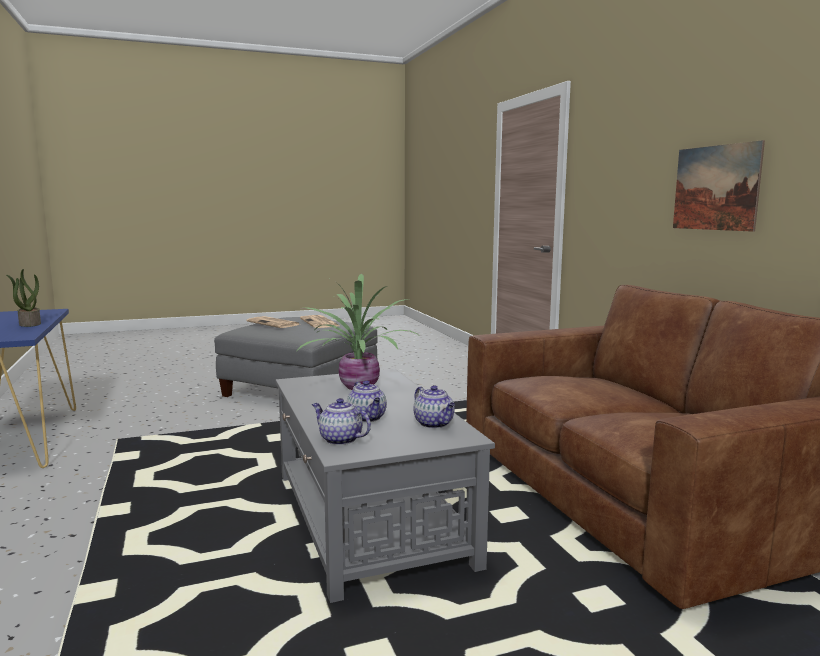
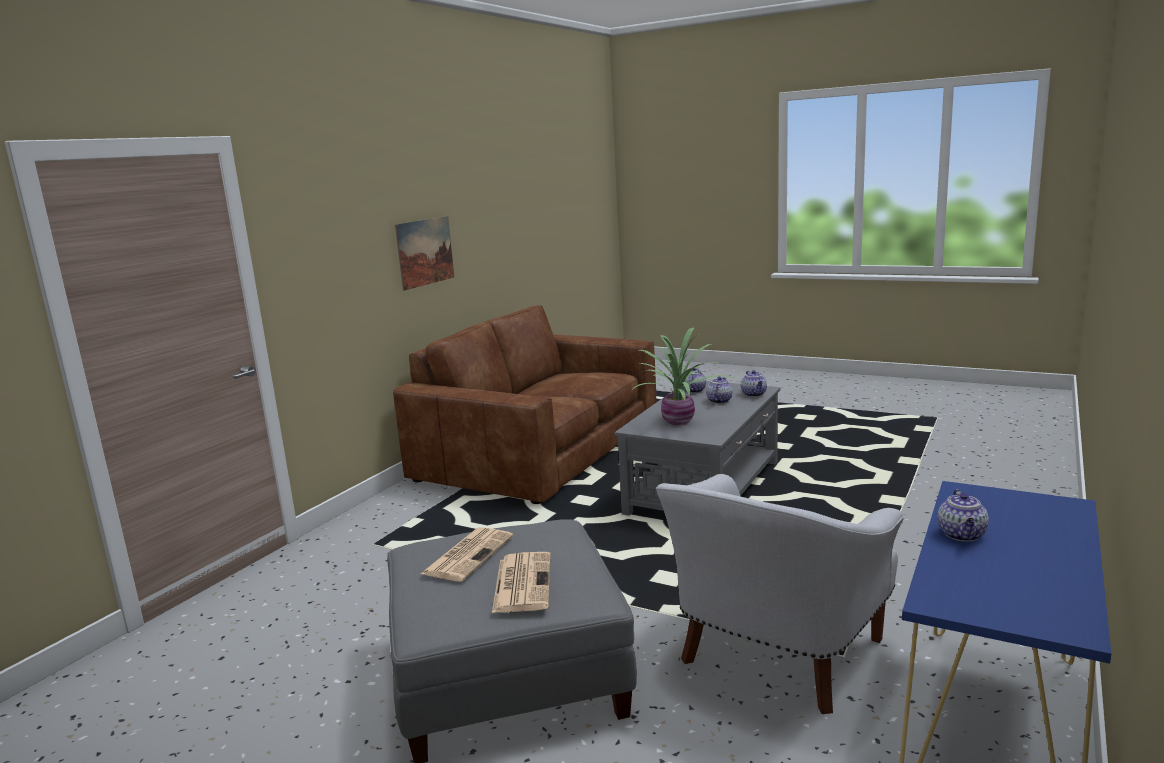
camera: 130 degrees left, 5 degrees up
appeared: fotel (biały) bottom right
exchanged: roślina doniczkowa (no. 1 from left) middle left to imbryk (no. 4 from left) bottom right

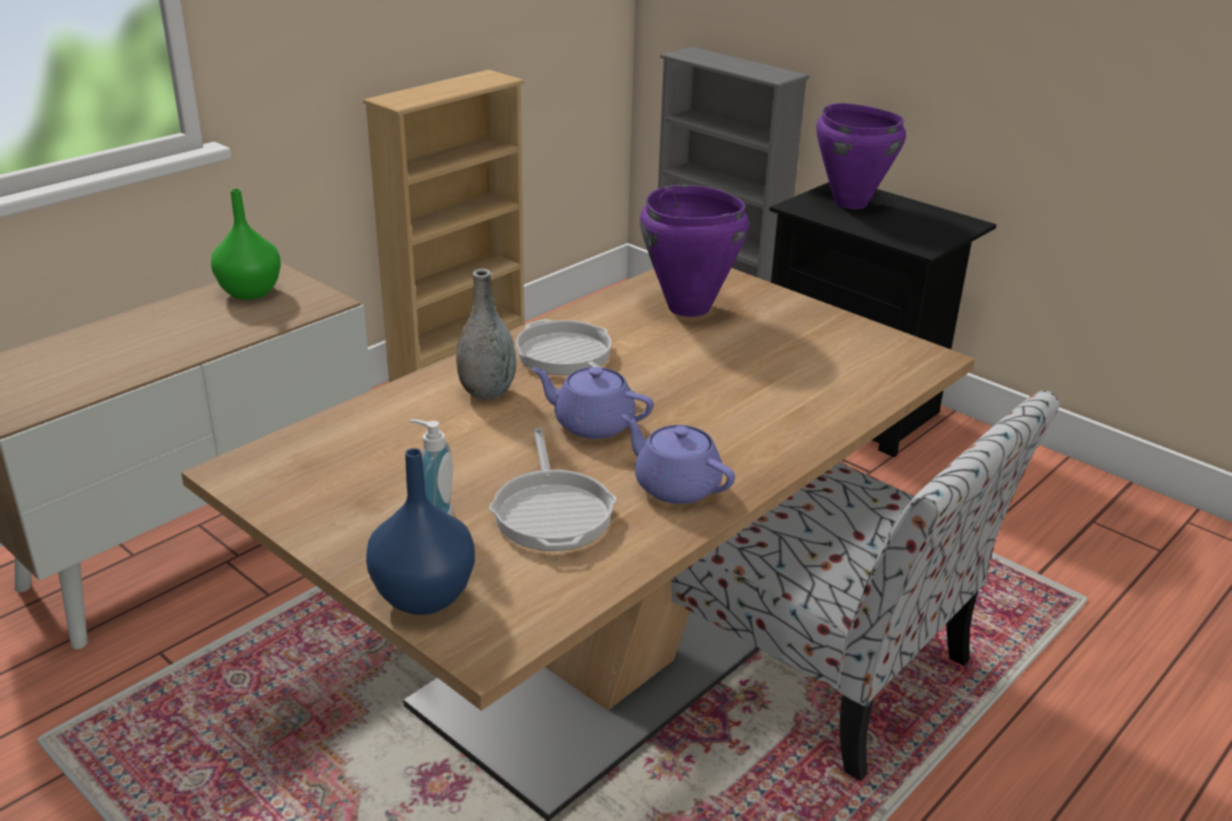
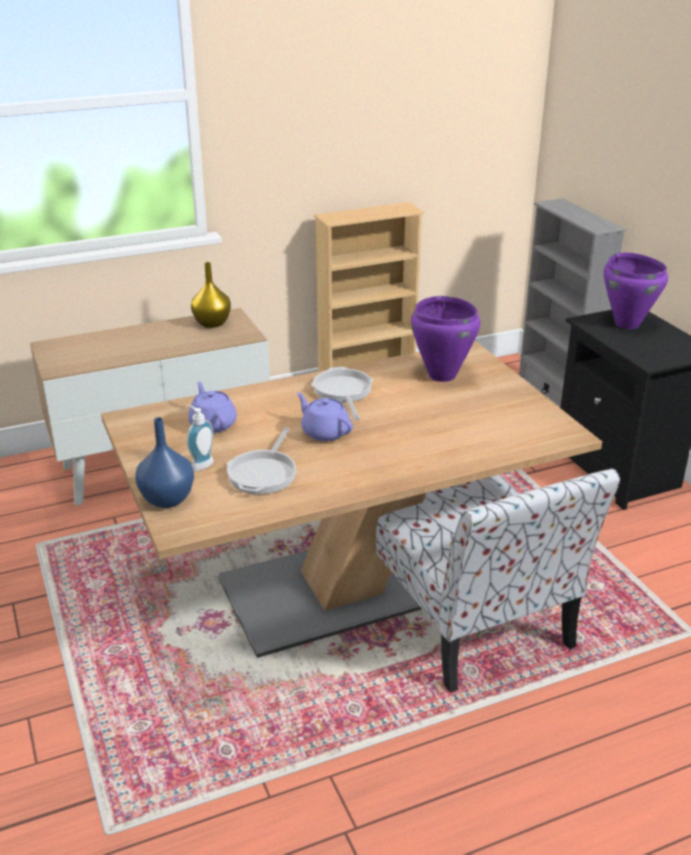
camera: 25 degrees right, 0 degrees up
missing: wazon (szary) centre
relocated: imbryk (fioletowy) (no. 2 from left in the first image) centre to imbryk (fioletowy) (no. 1 from left) middle left
colour: wazon (zielony) top left to wazon (żółty) middle left

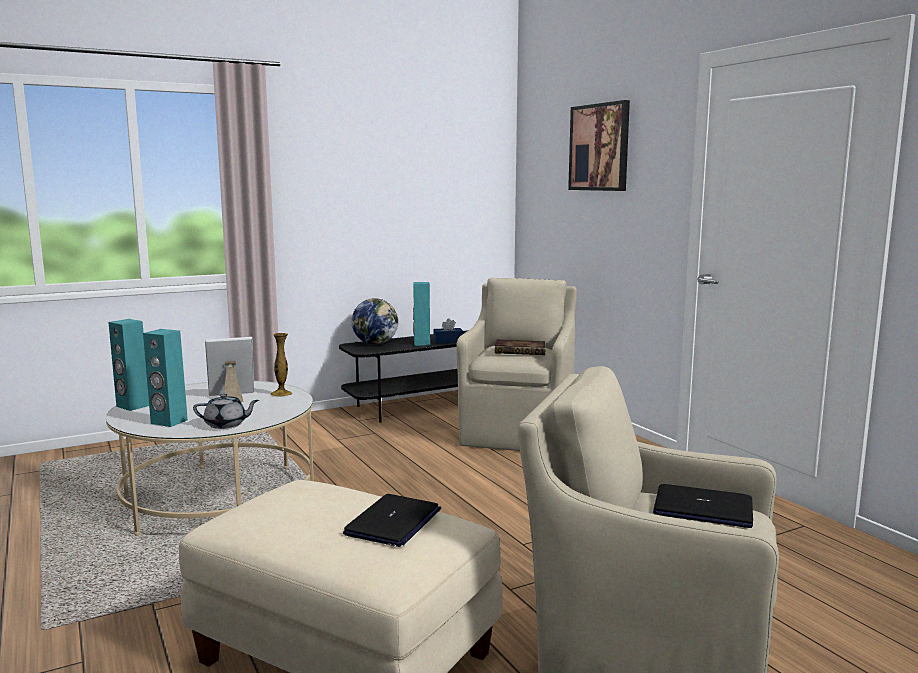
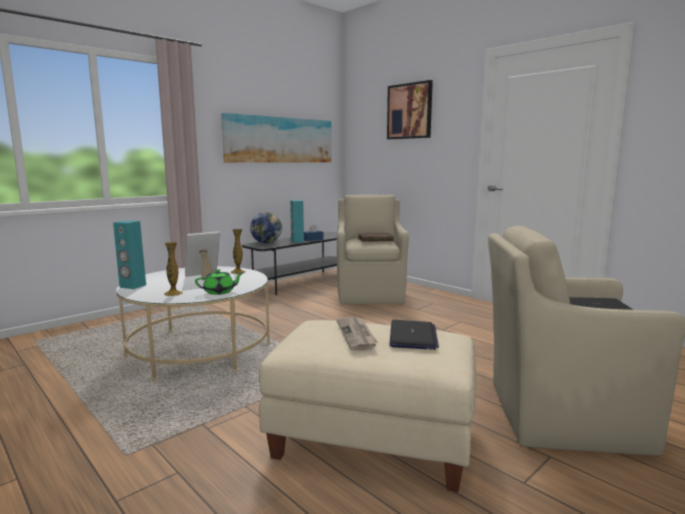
camera: 15 degrees left, 0 degrees up
appeared: obraz (no. 1 from left) top centre; gazeta centre
exchanged: głośnik (turkusowy) (no. 2 from left) middle left to wazon (no. 1 from left) middle left
colour: imbryk (szary) middle left to imbryk (zielony) middle left

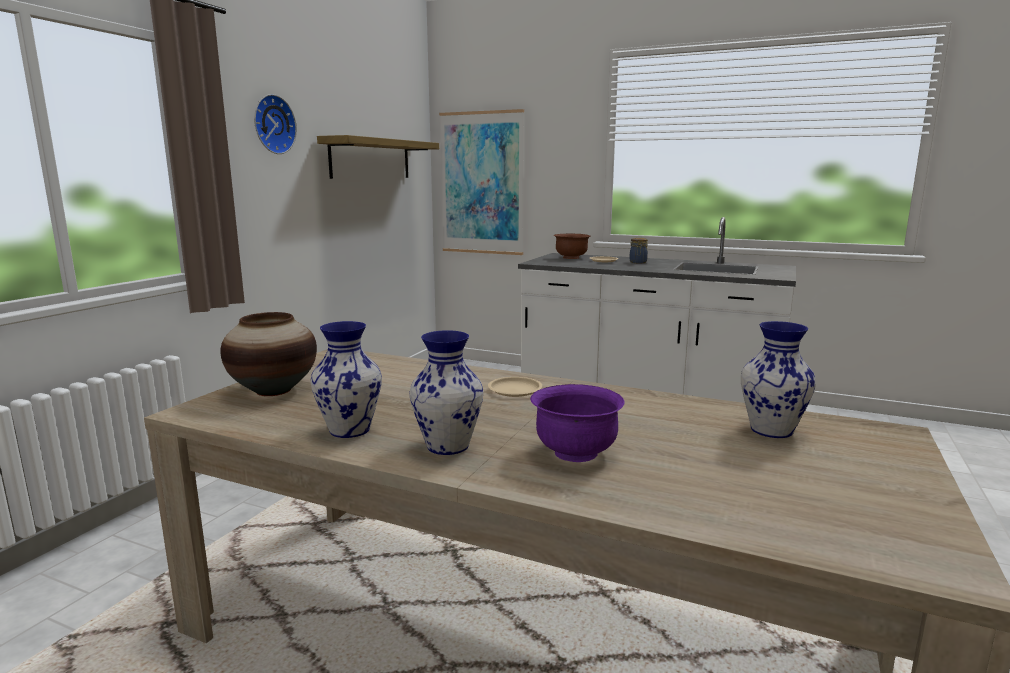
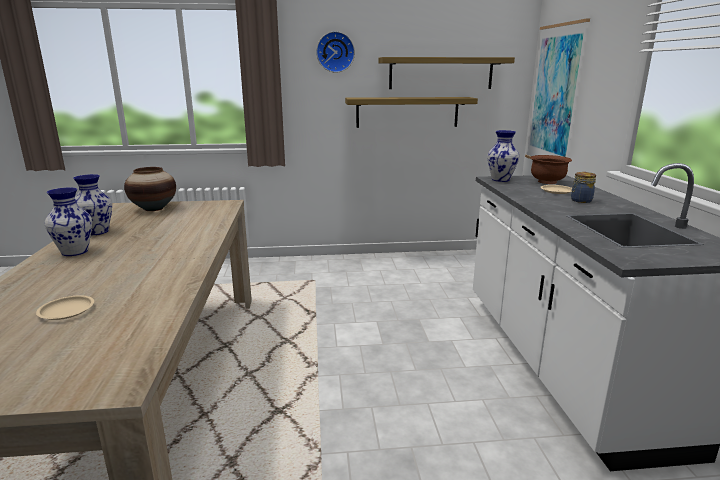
camera: 60 degrees right, 5 degrees up
missing: miska (fioletowy) centre
appeared: półka (no. 1 from left) top centre
relocated: talerz (beżowy) (no. 1 from left) centre to middle left; wazon (no. 4 from left) middle right to top right

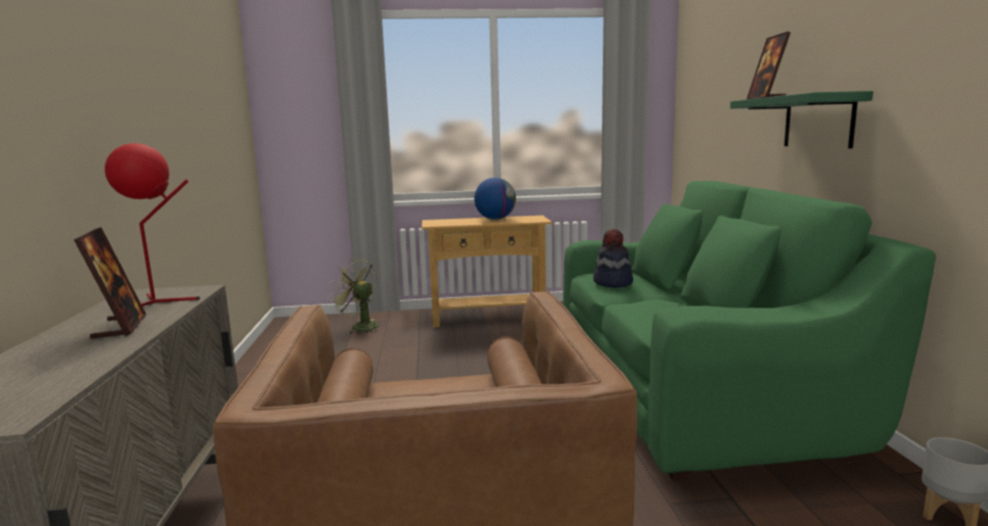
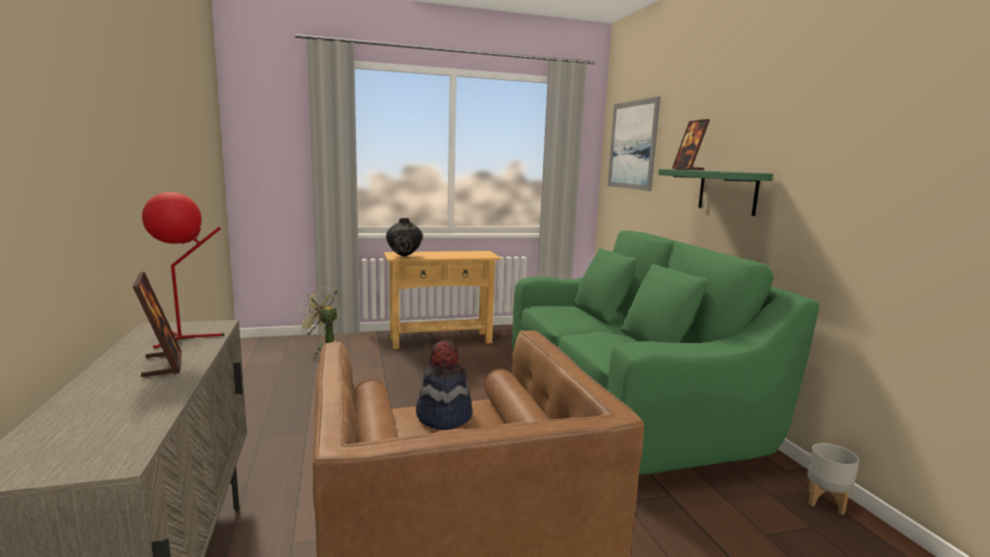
camera: 10 degrees left, 0 degrees up
missing: globus centre
appeared: wazon (czarny) centre; obraz top centre
relocated: kapelusz centre to bottom centre

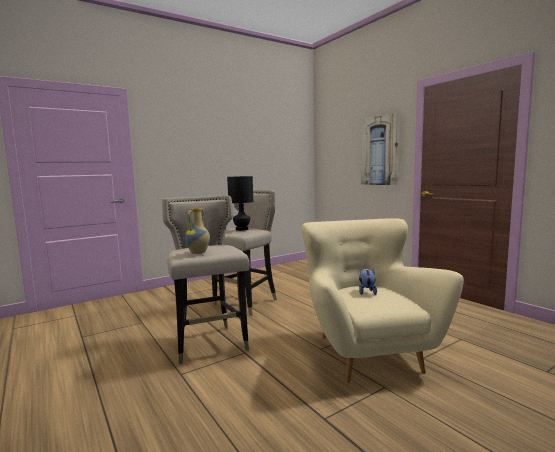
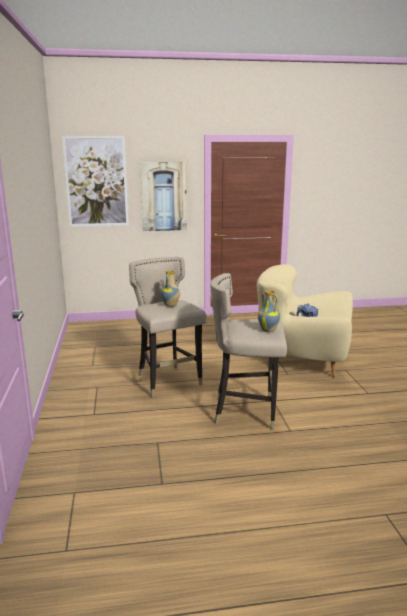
camera: 65 degrees left, 10 degrees up
appeared: obraz (no. 1 from left) top left
exchanged: lampa stołowa (czarny) centre to wazon (no. 1 from left) centre

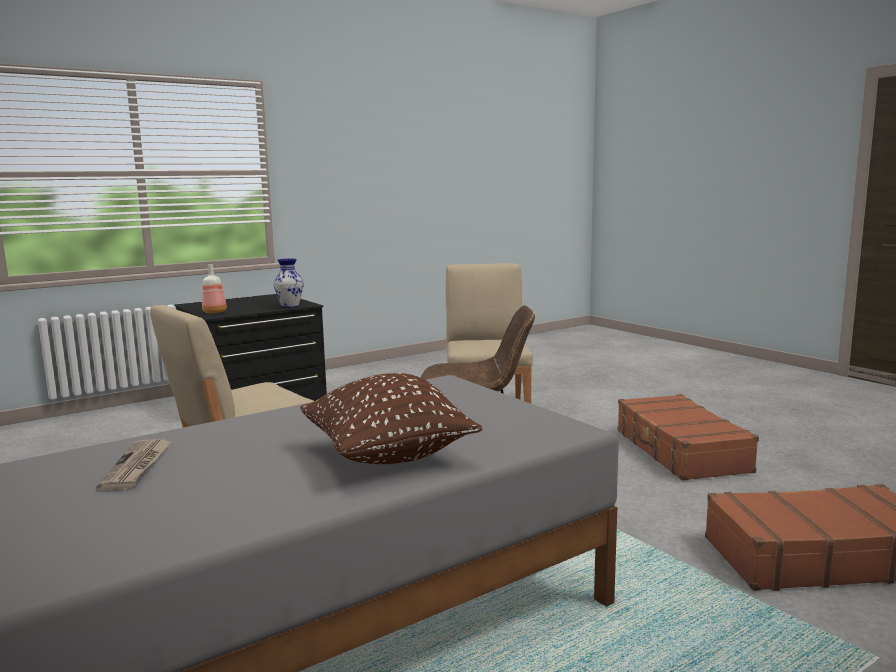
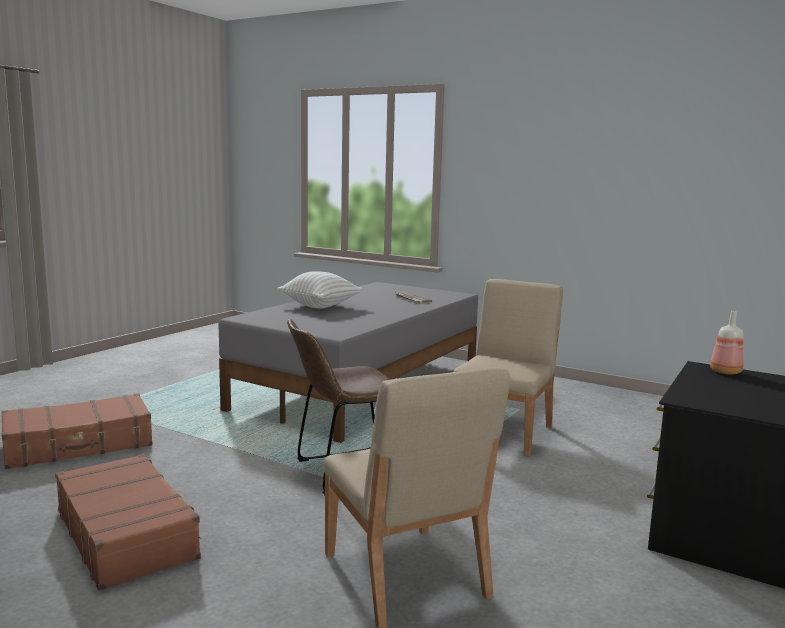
camera: 155 degrees right, 0 degrees up
missing: wazon middle left
colour: poduszka (brązowy) centre to poduszka (biały) centre

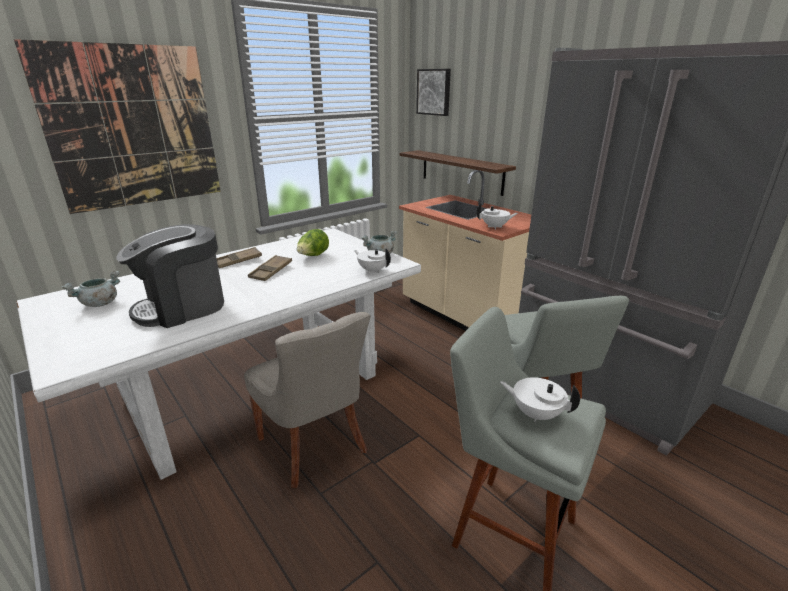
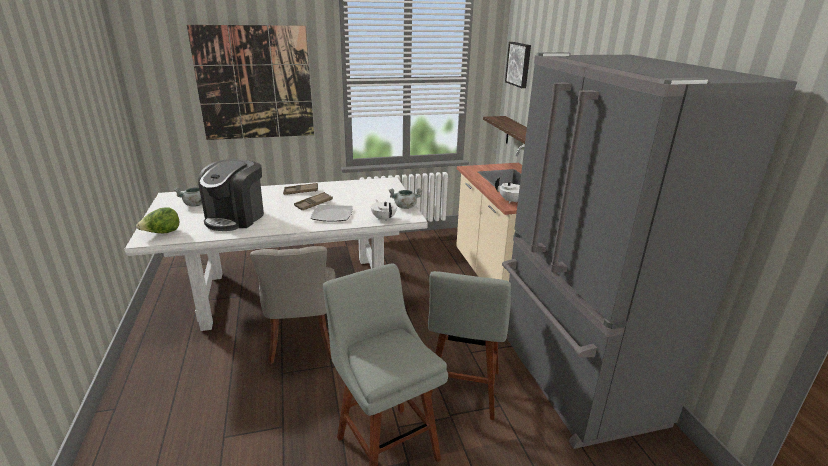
camera: 25 degrees right, 0 degrees up
missing: imbryk (biały) (no. 3 from left) bottom right
appeared: talerz centre
relocated: sałata centre to middle left
spun: ekspres do kawy middle left = middle left 60 degrees counterclockwise

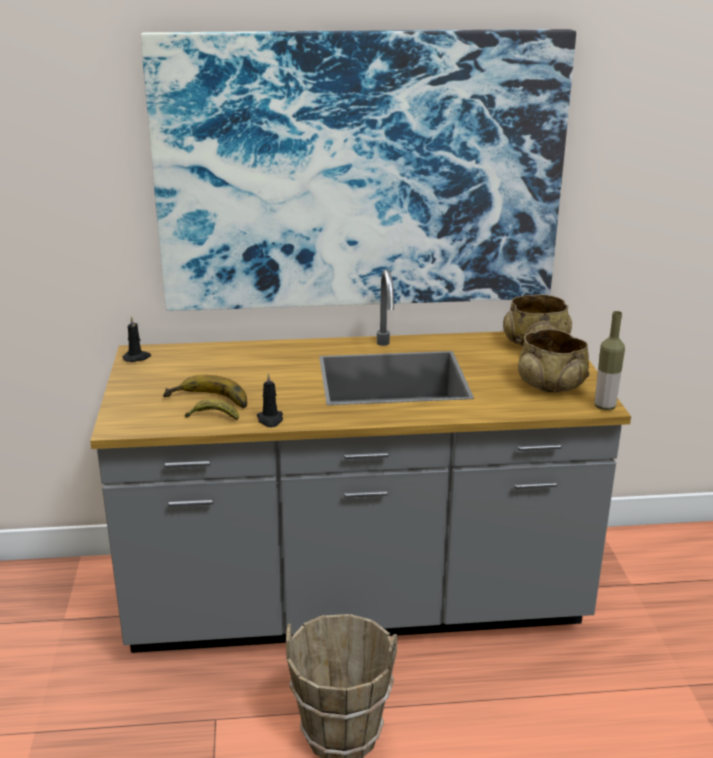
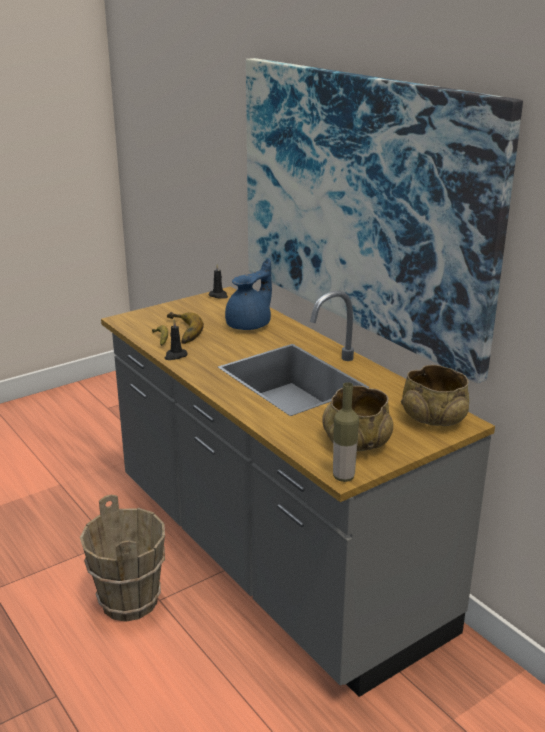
camera: 60 degrees right, 0 degrees up
appeared: imbryk (niebieski) centre

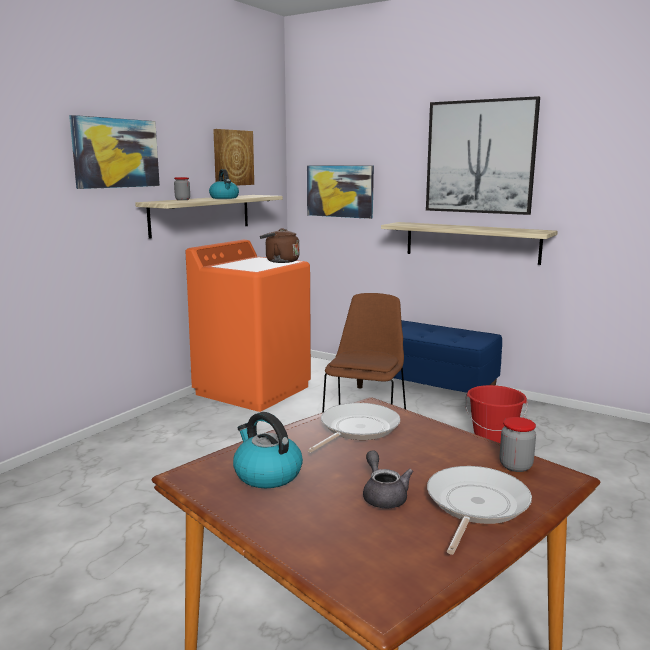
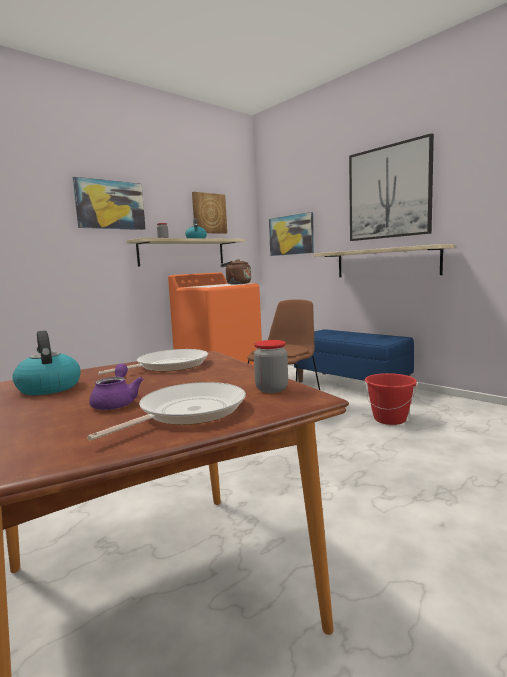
camera: 15 degrees right, 5 degrees down
colour: imbryk (szary) bottom centre to imbryk (fioletowy) middle left

